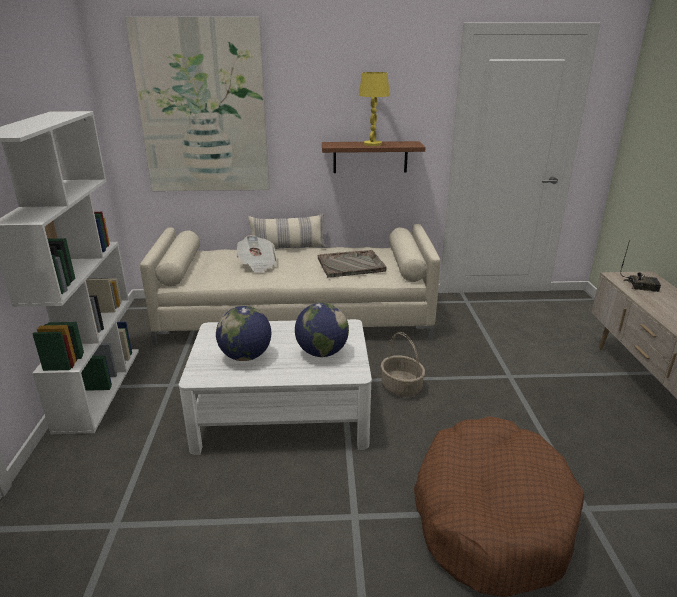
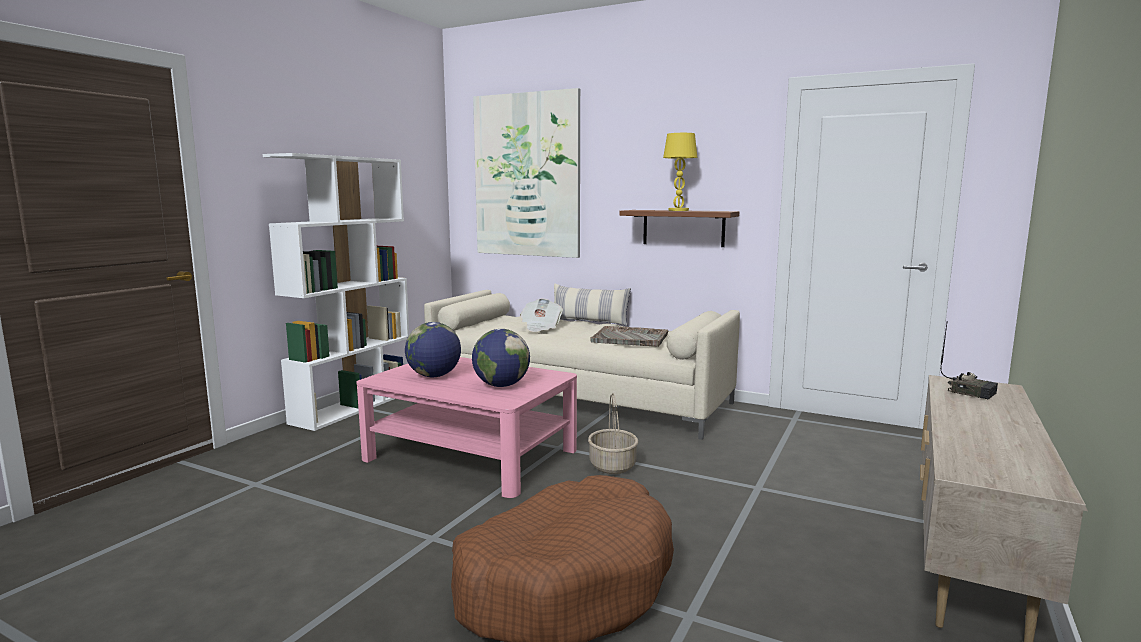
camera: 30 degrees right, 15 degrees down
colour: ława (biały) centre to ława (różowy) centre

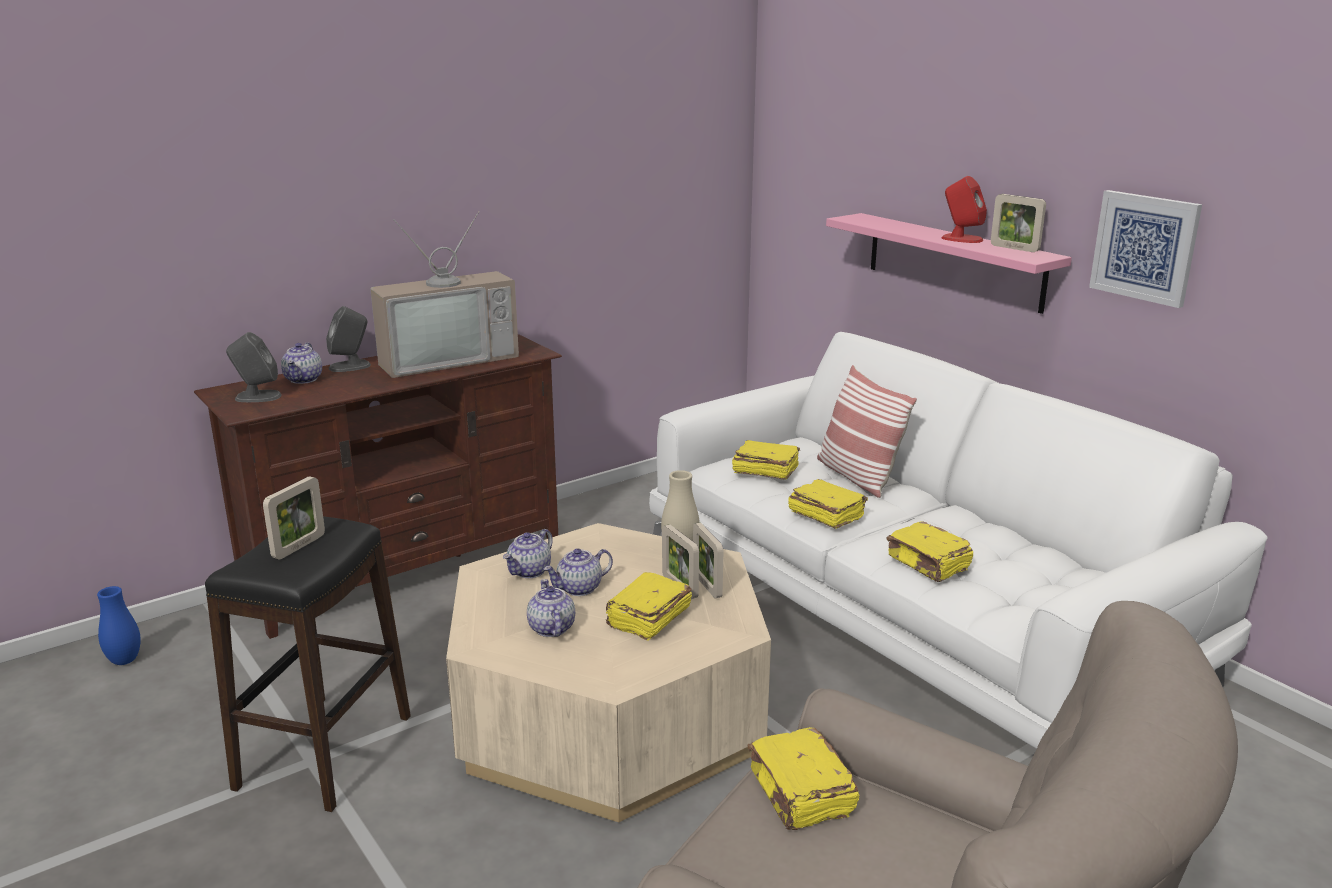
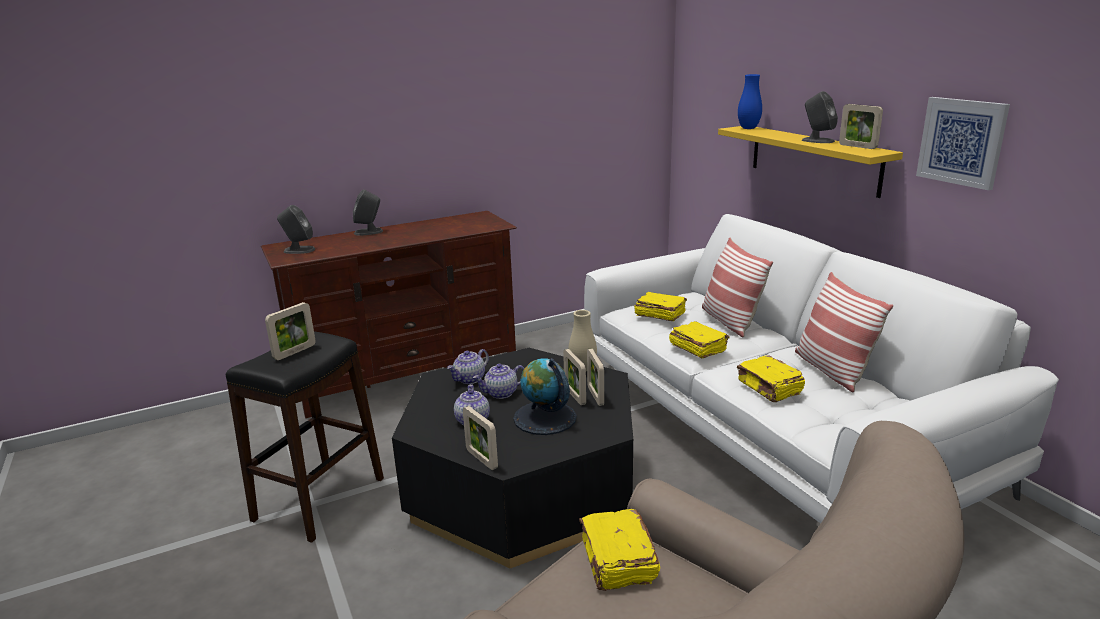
camera: 10 degrees right, 0 degrees up
missing: imbryk (no. 1 from left) middle left; telewizor top centre
appeared: ramka na zdjęcie (no. 2 from left) bottom centre; poduszka (no. 2 from left) middle right
relocated: wazon (niebieski) bottom left to top right
exchanged: książka (żółty) (no. 1 from left) bottom centre to globus centre
colour: ława (beżowy) bottom centre to ława (czarny) bottom centre; półka (różowy) top right to półka (żółty) top right; głośnik (czerwony) top right to głośnik (szary) (no. 3 from left) top right

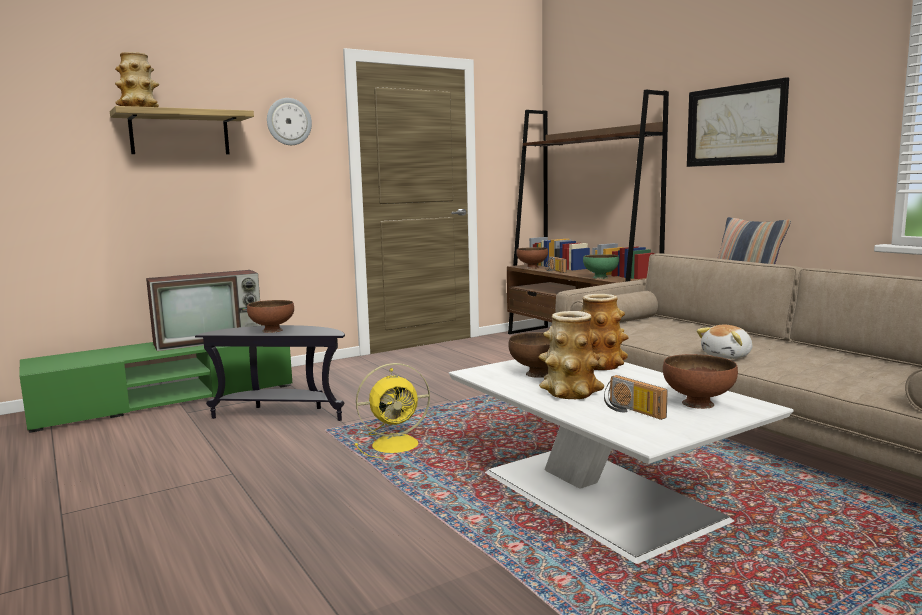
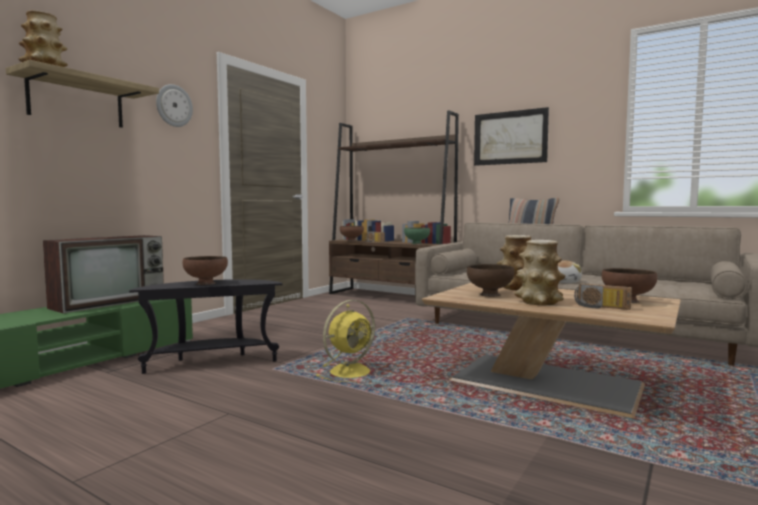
camera: 25 degrees left, 5 degrees down
colour: ława (biały) bottom right to ława (brązowy) bottom right

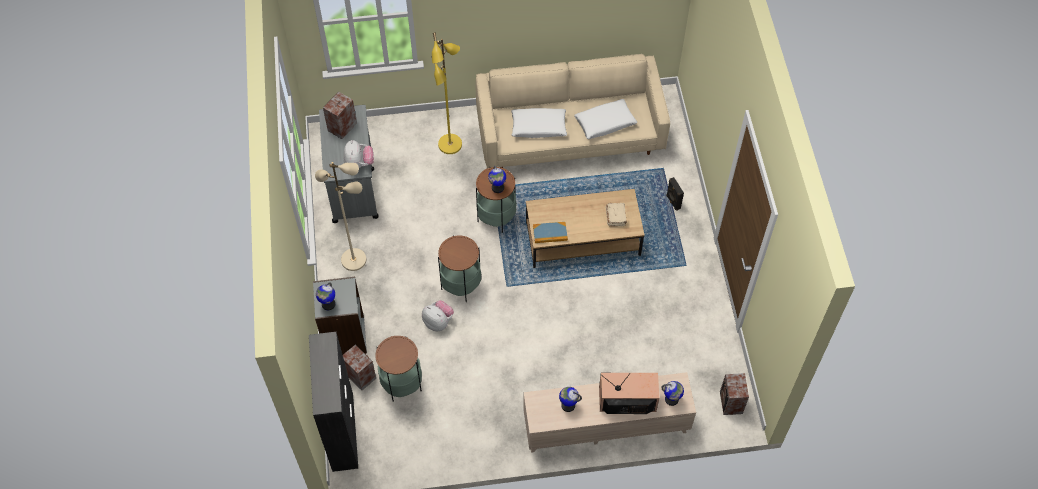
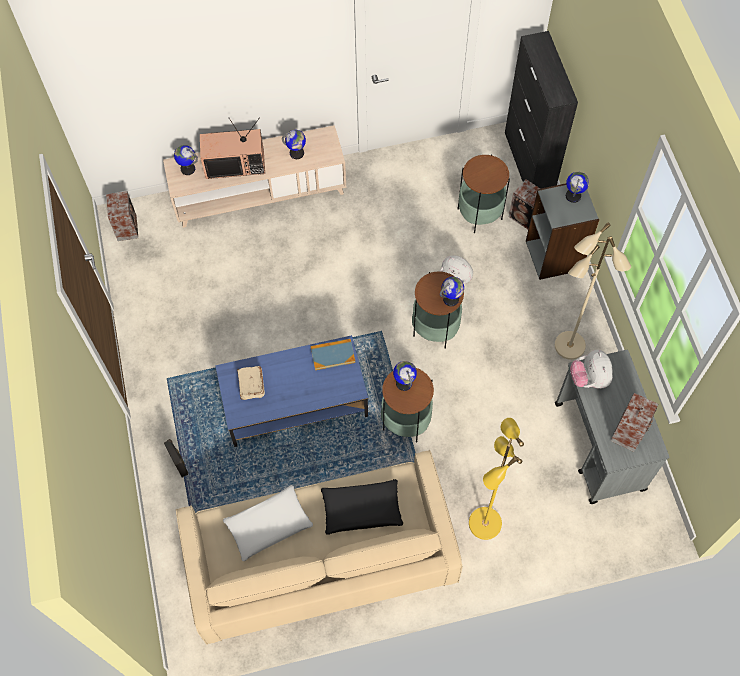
camera: 175 degrees right, 5 degrees up
appeared: globus (no. 4 from left) centre
colour: poduszka (biały) (no. 1 from left) top centre to poduszka (czarny) bottom centre; ława (brązowy) centre to ława (niebieski) centre

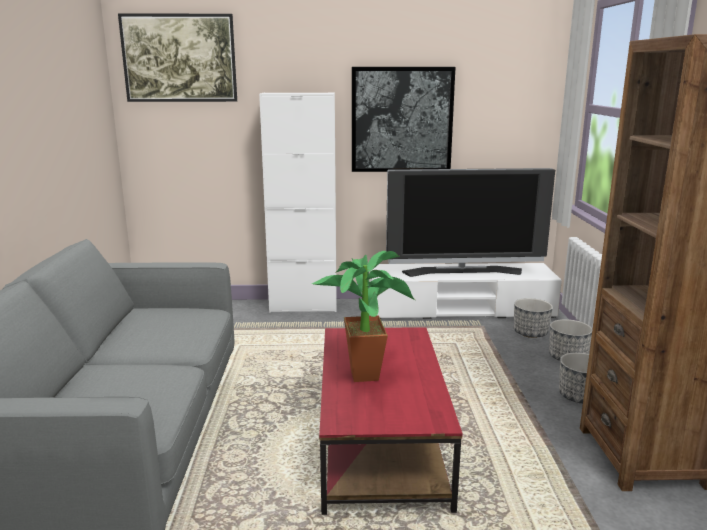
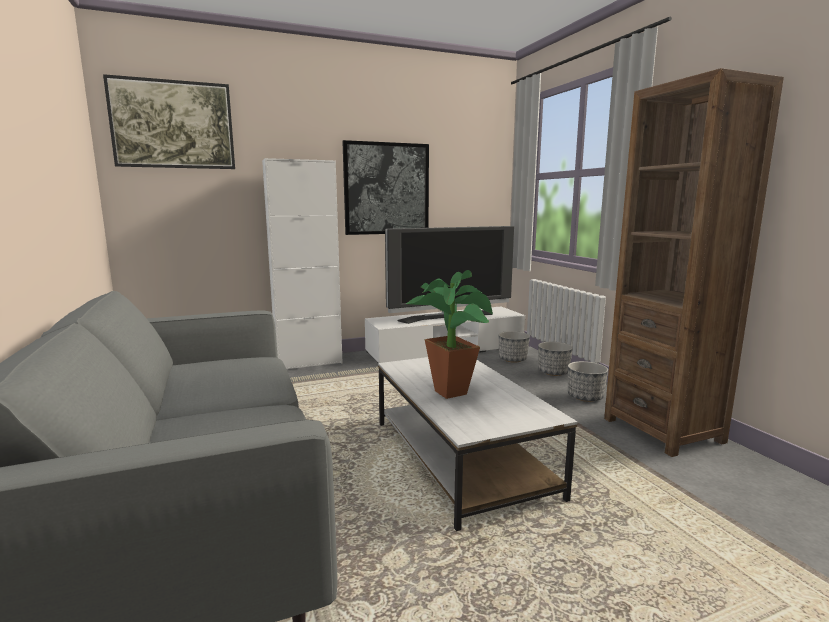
camera: 20 degrees left, 5 degrees down
colour: ława (czerwony) bottom centre to ława (biały) bottom centre

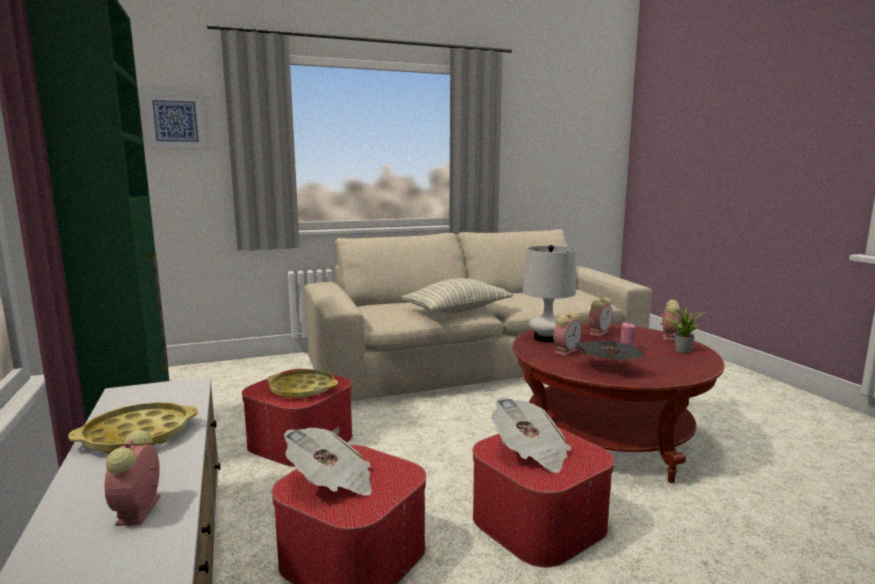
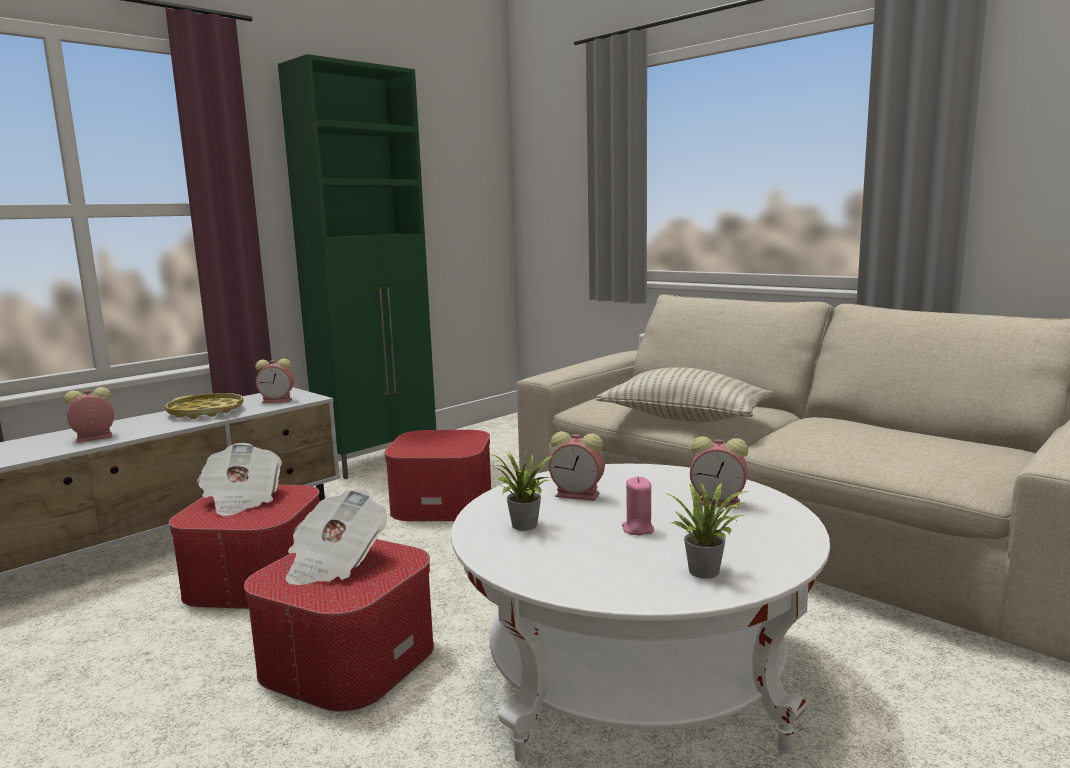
camera: 65 degrees right, 0 degrees up
missing: obraz top left; taca (żółty) (no. 2 from left) centre; lampa stołowa (biały) centre
relocated: budzik (no. 4 from left in the first image) middle right to budzik (no. 2 from left) middle left
exchanged: gazeta (no. 3 from left) middle right to roślina doniczkowa (no. 1 from left) centre
colour: ława (czerwony) bottom right to ława (biały) bottom centre

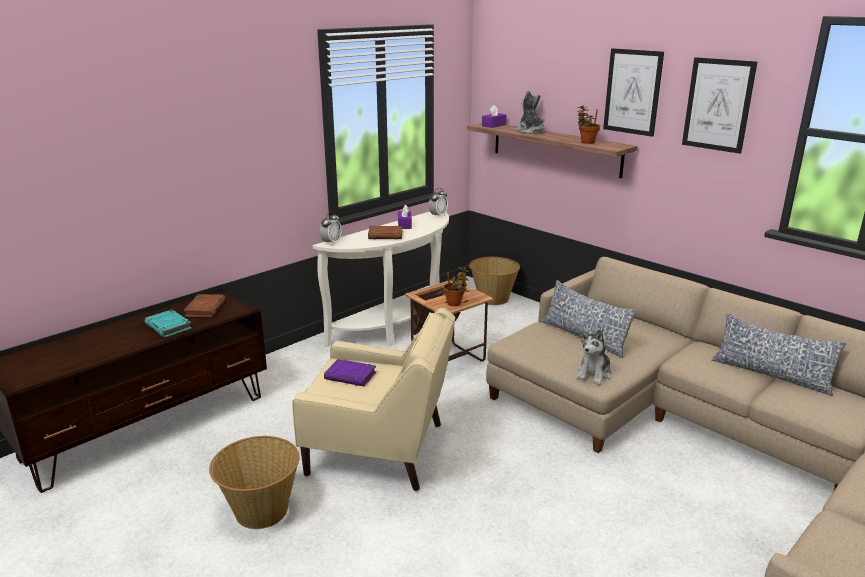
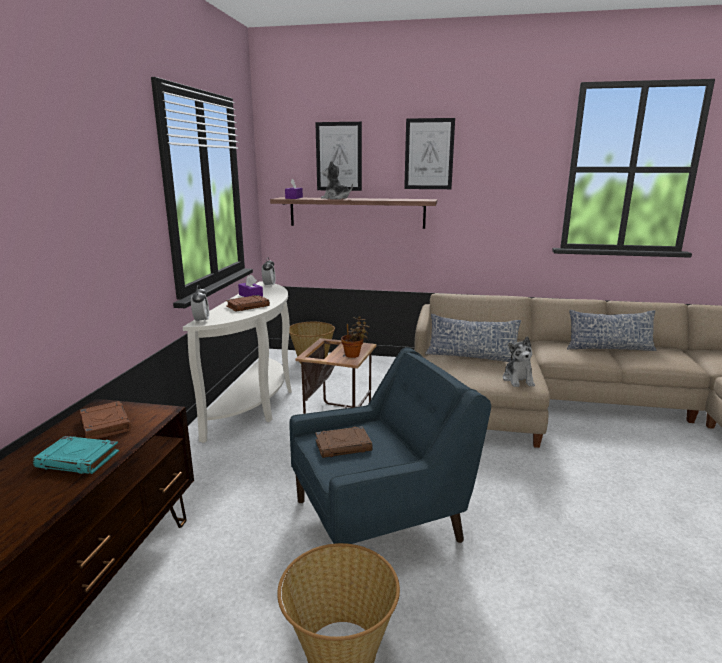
camera: 35 degrees left, 5 degrees down
missing: roślina doniczkowa (no. 2 from left) top right
relocated: obraz (no. 2 from left in the first image) top right to obraz (no. 1 from left) top centre
colour: fotel (beżowy) bottom centre to fotel (niebieski) bottom centre; książka (fioletowy) centre to książka (brązowy) (no. 3 from left) bottom centre

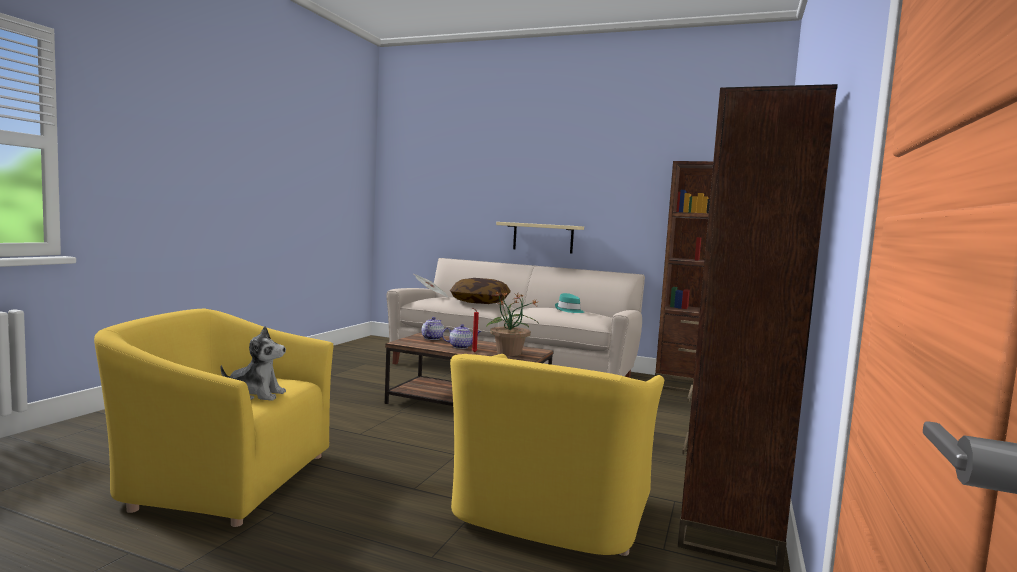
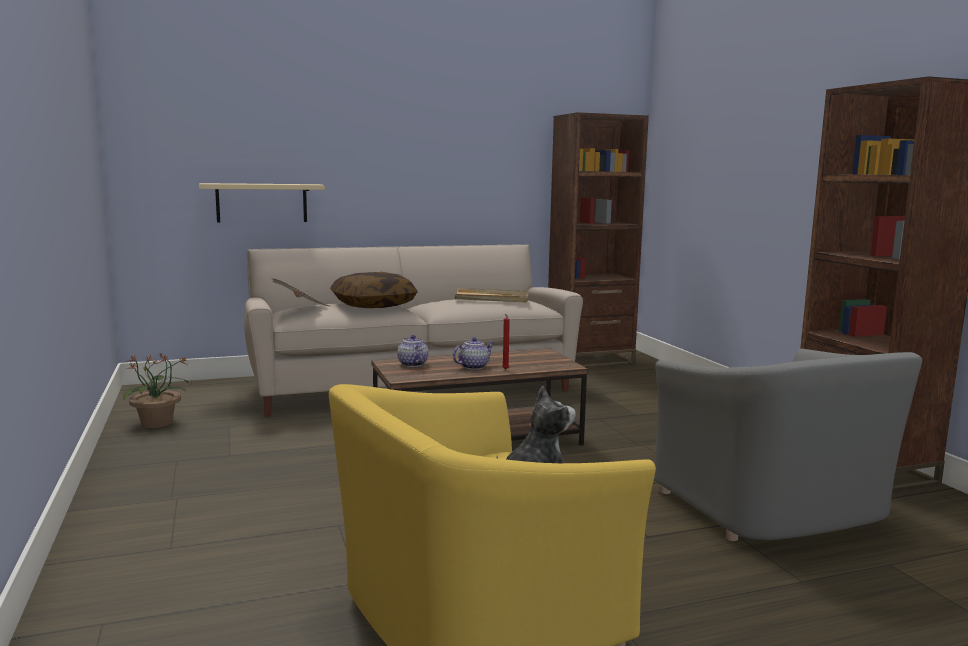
camera: 40 degrees left, 5 degrees up
relocated: roślina doniczkowa centre to middle left; półka (beżowy) centre to top left
exchanged: kapelusz (turkusowy) centre to taca (beżowy) centre
colour: fotel (żółty) (no. 2 from left) bottom centre to fotel (szary) bottom right

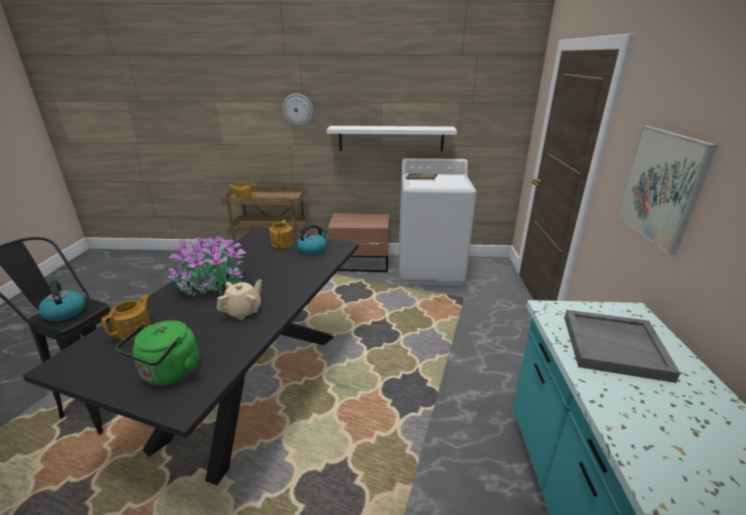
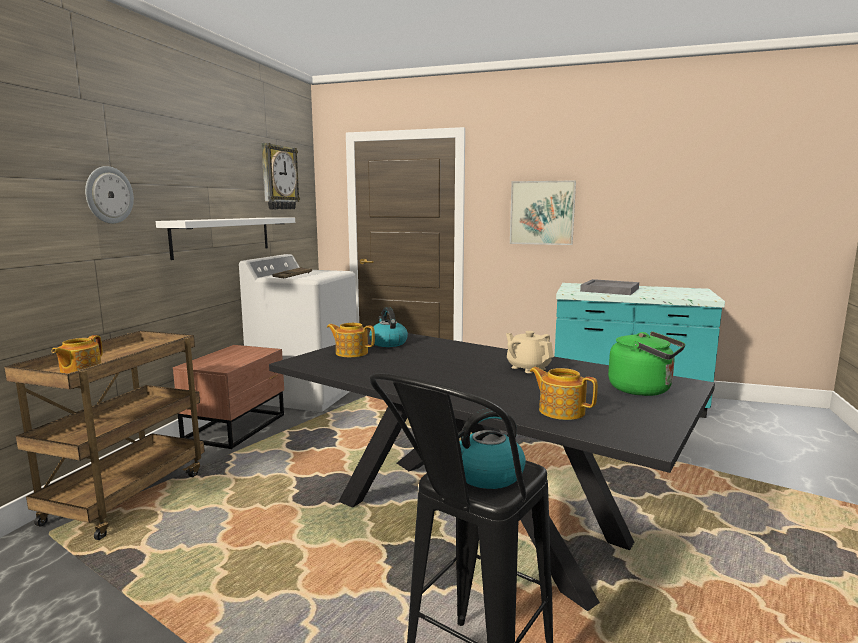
camera: 75 degrees left, 15 degrees down
missing: roślina doniczkowa middle left
appeared: zegar ścienny (no. 2 from left) top left

